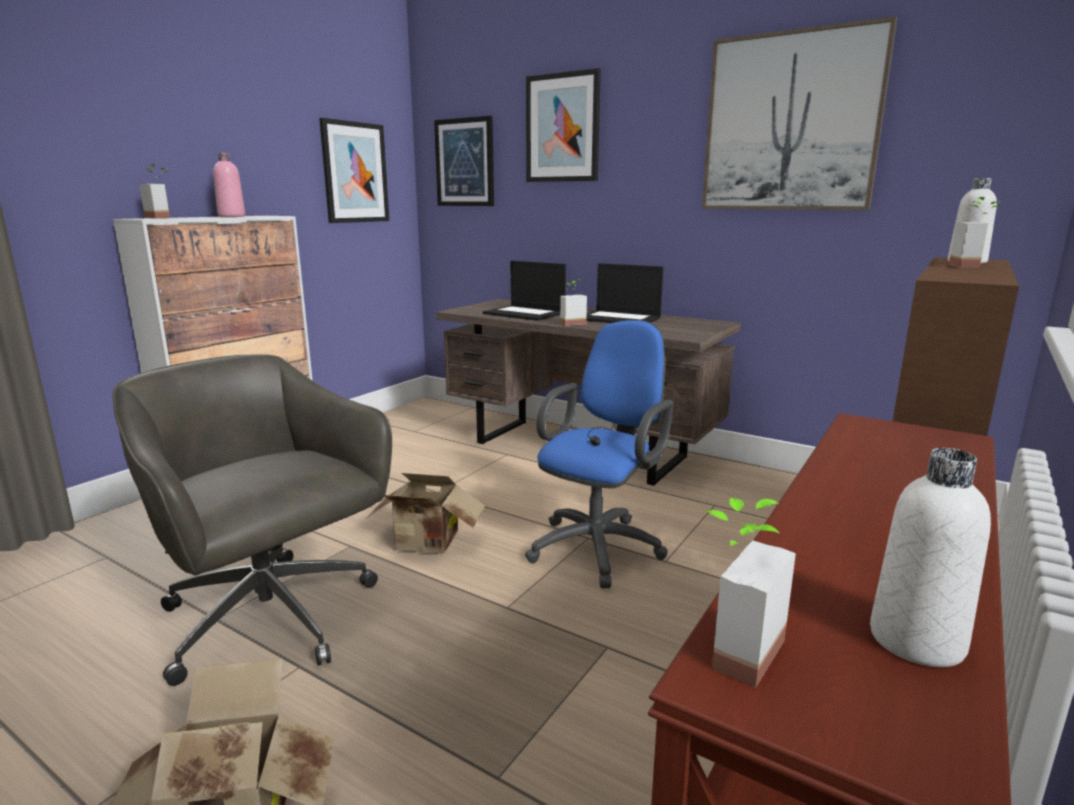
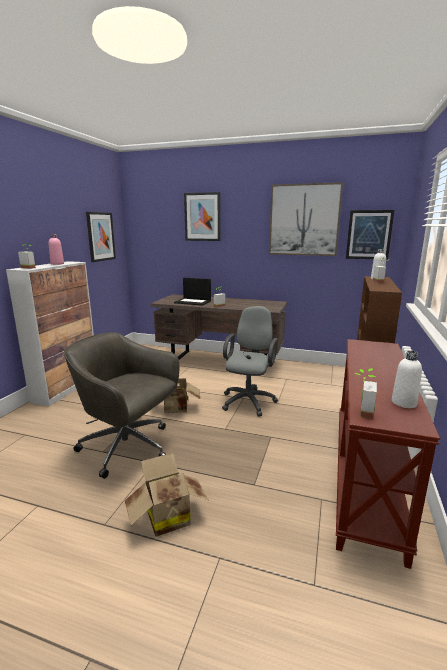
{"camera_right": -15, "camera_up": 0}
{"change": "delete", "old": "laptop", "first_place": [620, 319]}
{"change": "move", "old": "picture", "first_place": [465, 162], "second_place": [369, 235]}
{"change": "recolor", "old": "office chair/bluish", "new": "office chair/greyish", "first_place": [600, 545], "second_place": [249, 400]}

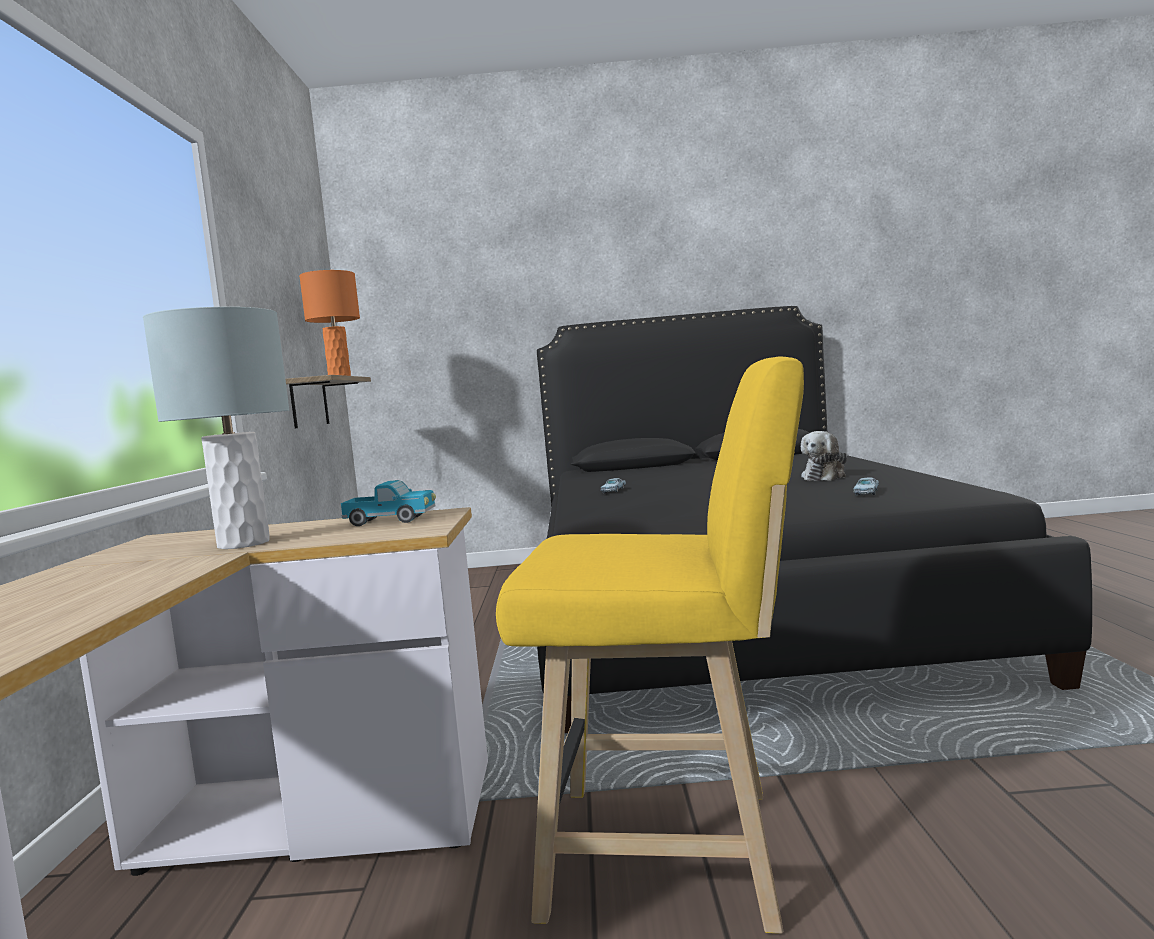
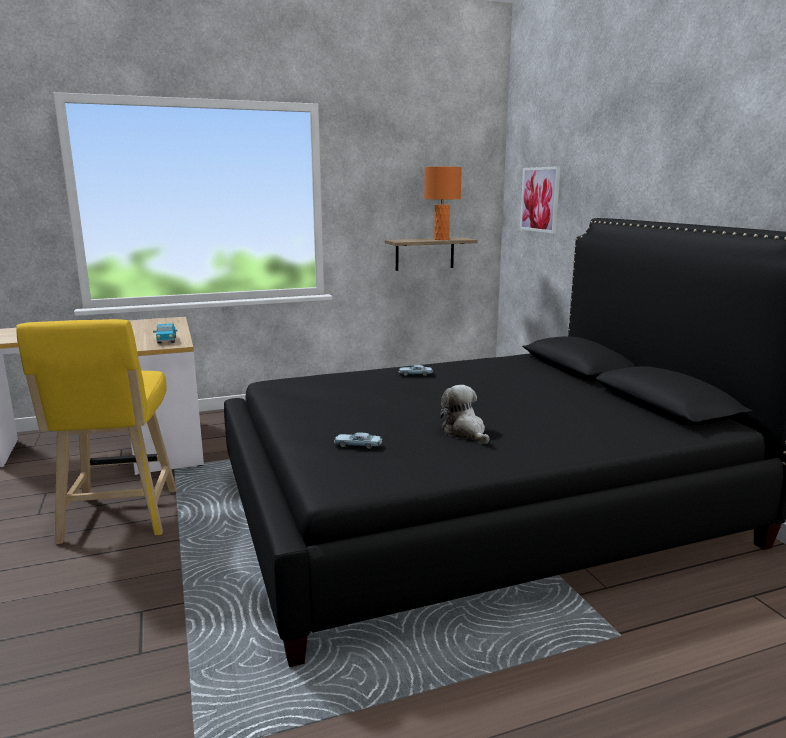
{"camera_right": 70, "camera_up": 10}
{"change": "delete", "old": "lamp for a table/greyish", "first_place": [244, 543]}
{"change": "insert", "new": "picture", "second_place": [540, 199]}
{"change": "rotate", "old": "cuddly toy", "first_place": [825, 477], "second_place": [465, 432], "degrees": 45}

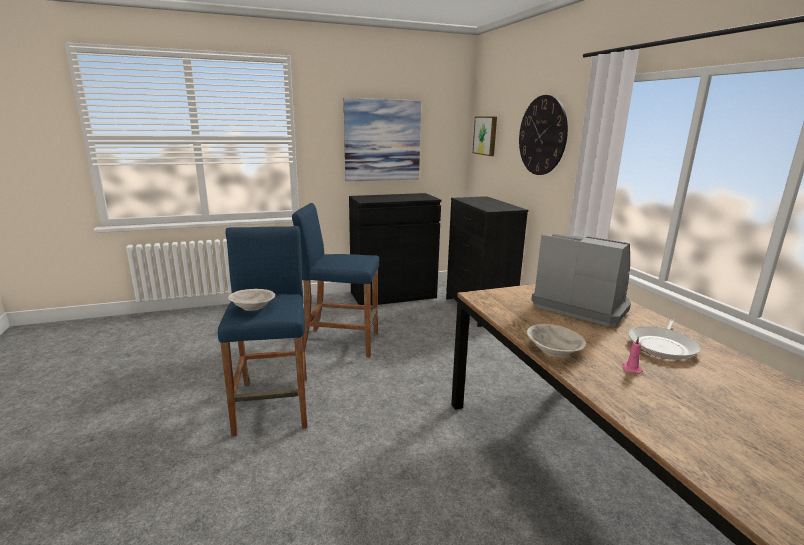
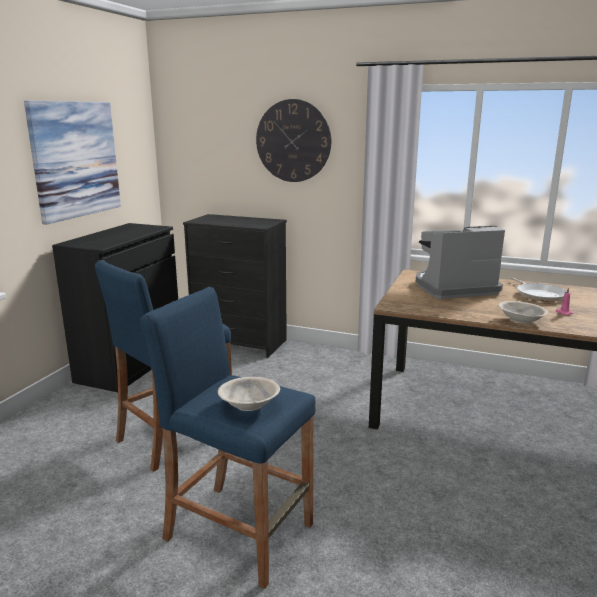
{"camera_right": -50, "camera_up": 0}
{"change": "delete", "old": "picture", "first_place": [486, 135]}

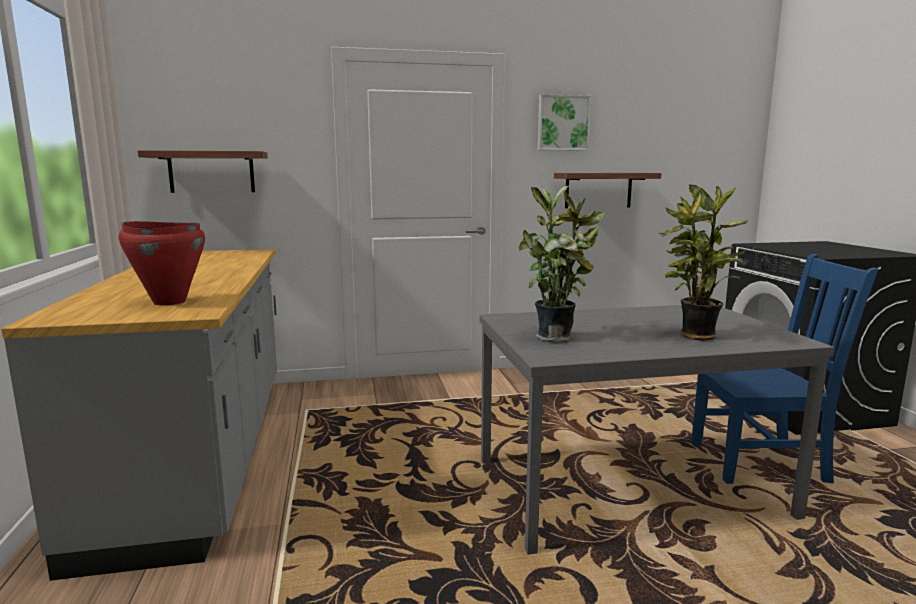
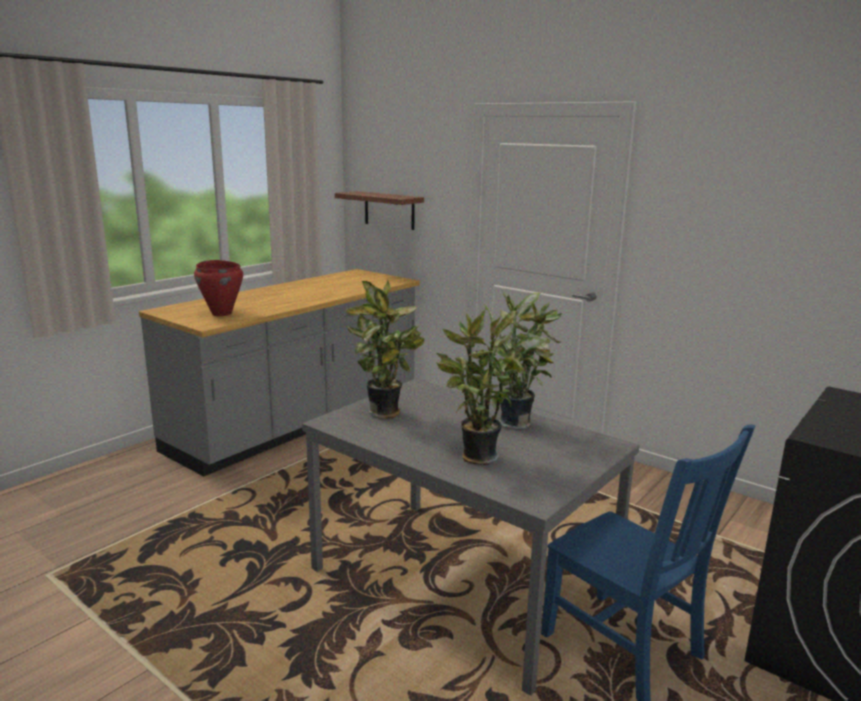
{"camera_right": 50, "camera_up": 5}
{"change": "delete", "old": "picture", "first_place": [563, 123]}
{"change": "delete", "old": "shelf", "first_place": [598, 190]}
{"change": "insert", "new": "houseplant", "second_place": [518, 423]}

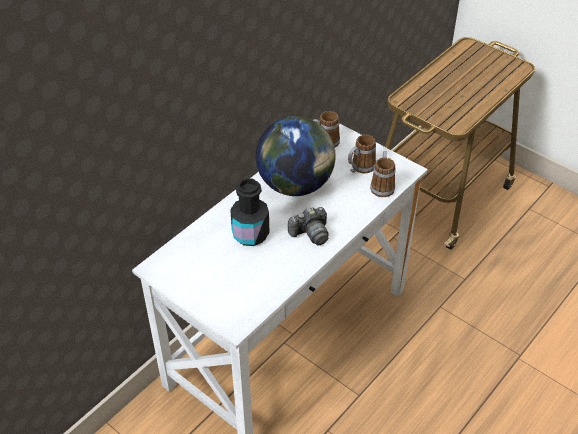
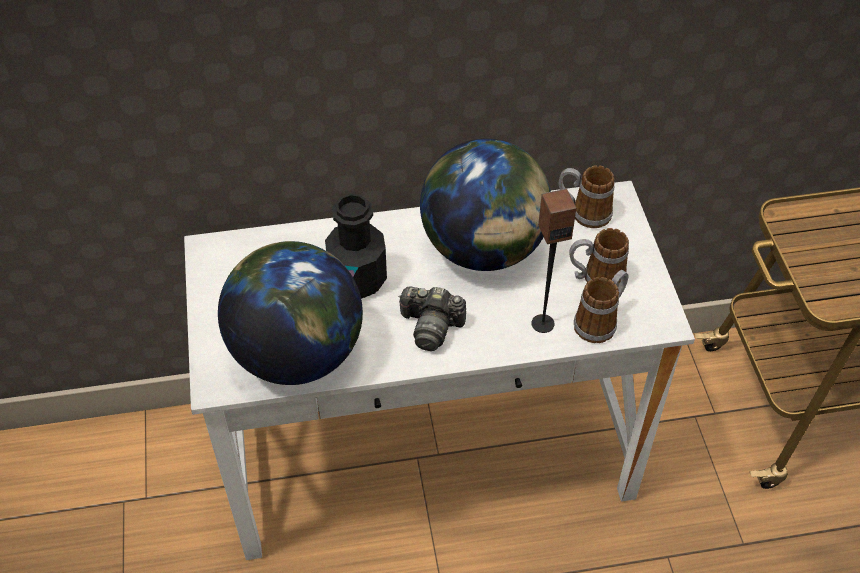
{"camera_right": 40, "camera_up": 5}
{"change": "insert", "new": "world globe", "second_place": [297, 353]}
{"change": "insert", "new": "loudspeaker", "second_place": [542, 323]}

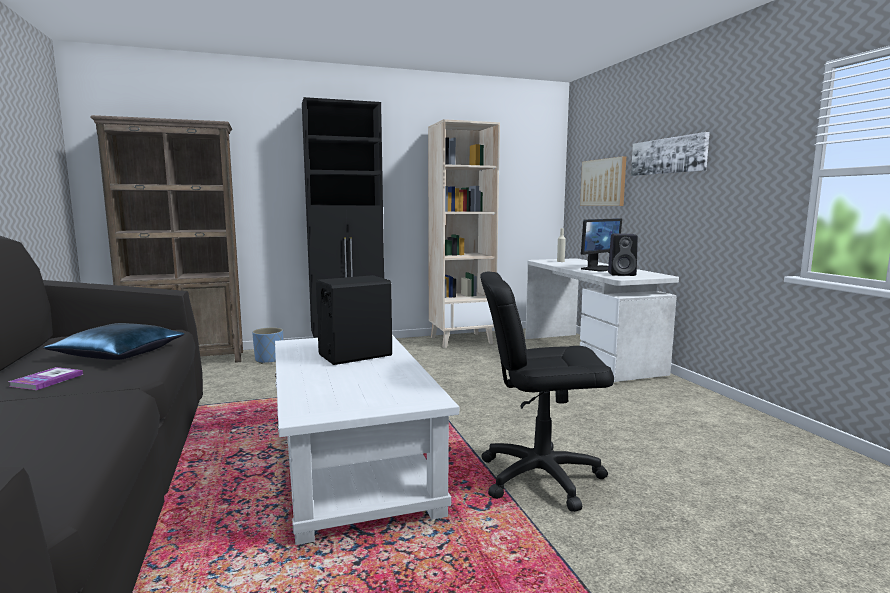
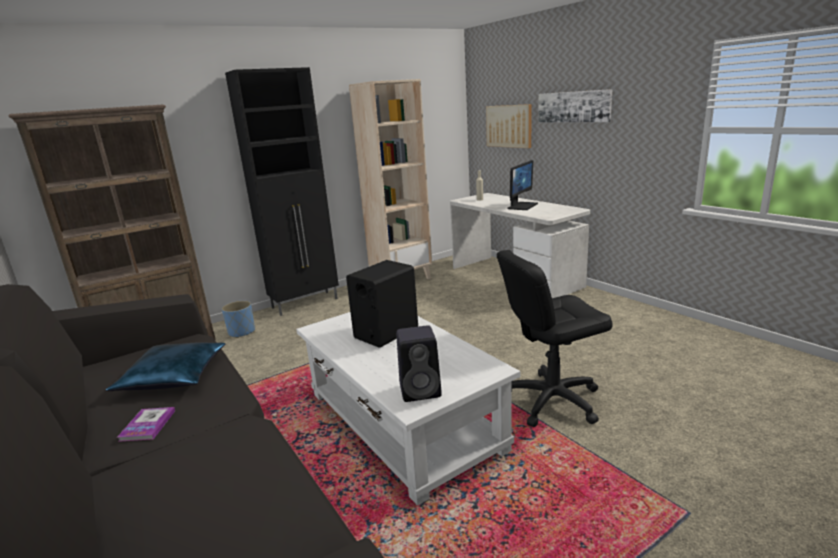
{"camera_right": -15, "camera_up": 10}
{"change": "move", "old": "loudspeaker/black", "first_place": [622, 274], "second_place": [421, 390]}

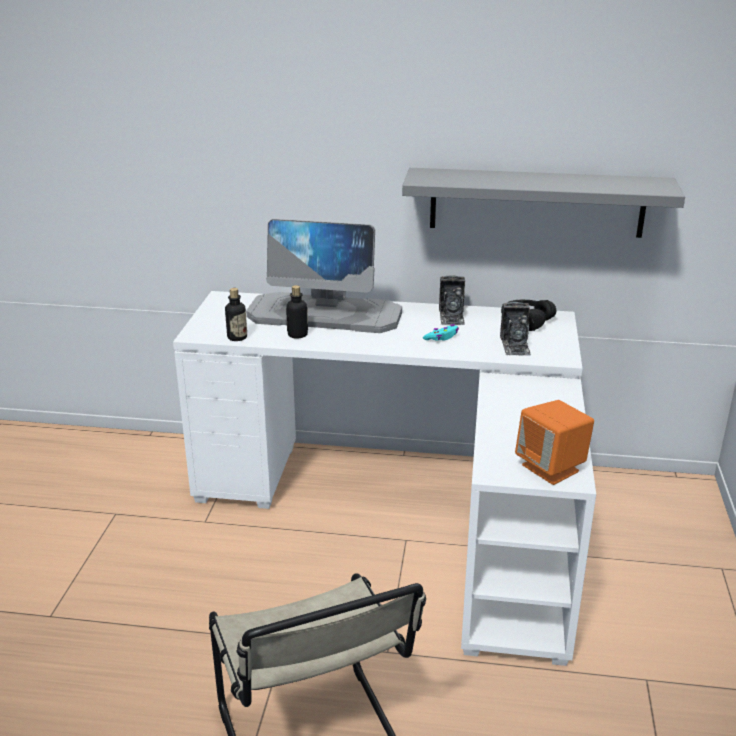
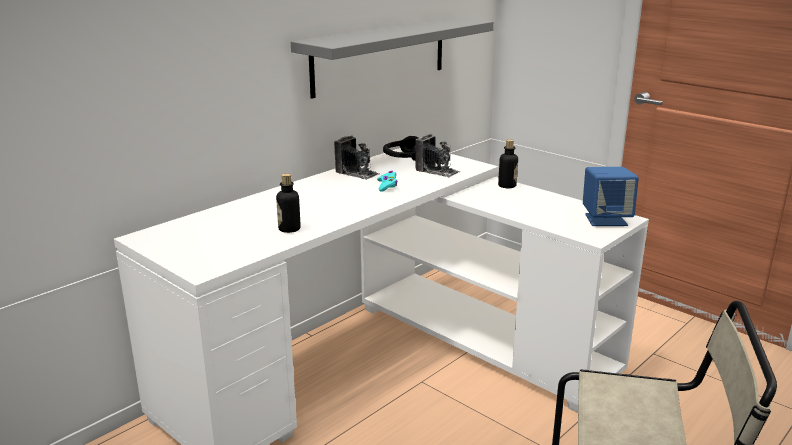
{"camera_right": -55, "camera_up": -5}
{"change": "delete", "old": "monitor", "first_place": [325, 314]}
{"change": "move", "old": "bottle", "first_place": [237, 337], "second_place": [507, 185]}
{"change": "recolor", "old": "loudspeaker/orange", "new": "loudspeaker/bluish", "first_place": [551, 468], "second_place": [606, 219]}

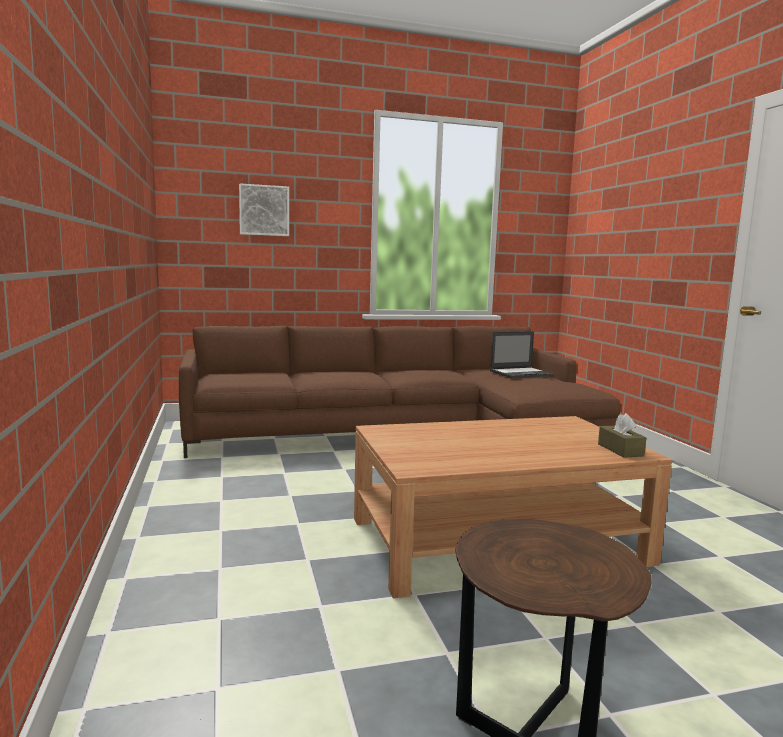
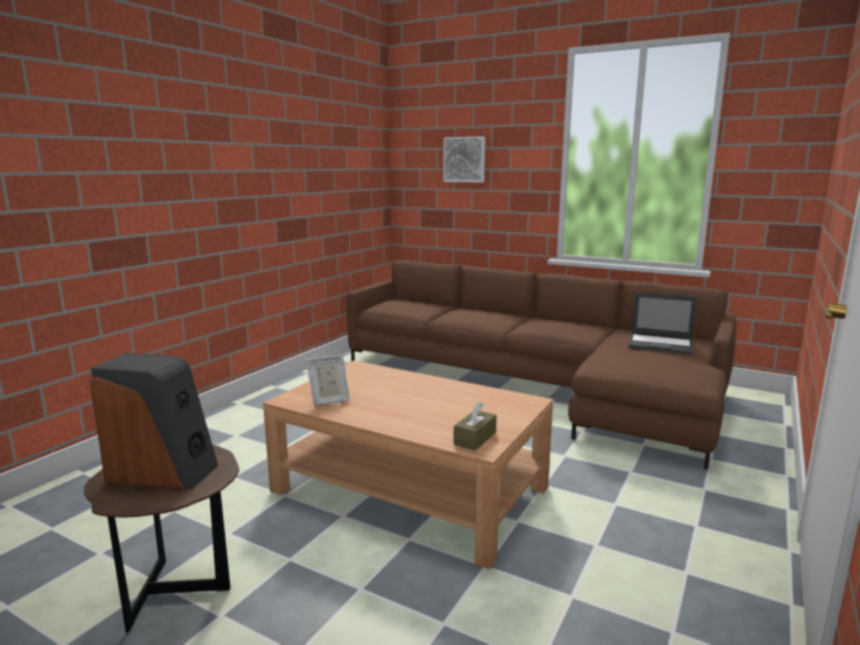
{"camera_right": 45, "camera_up": 5}
{"change": "insert", "new": "loudspeaker", "second_place": [163, 472]}
{"change": "insert", "new": "photo frame", "second_place": [328, 400]}

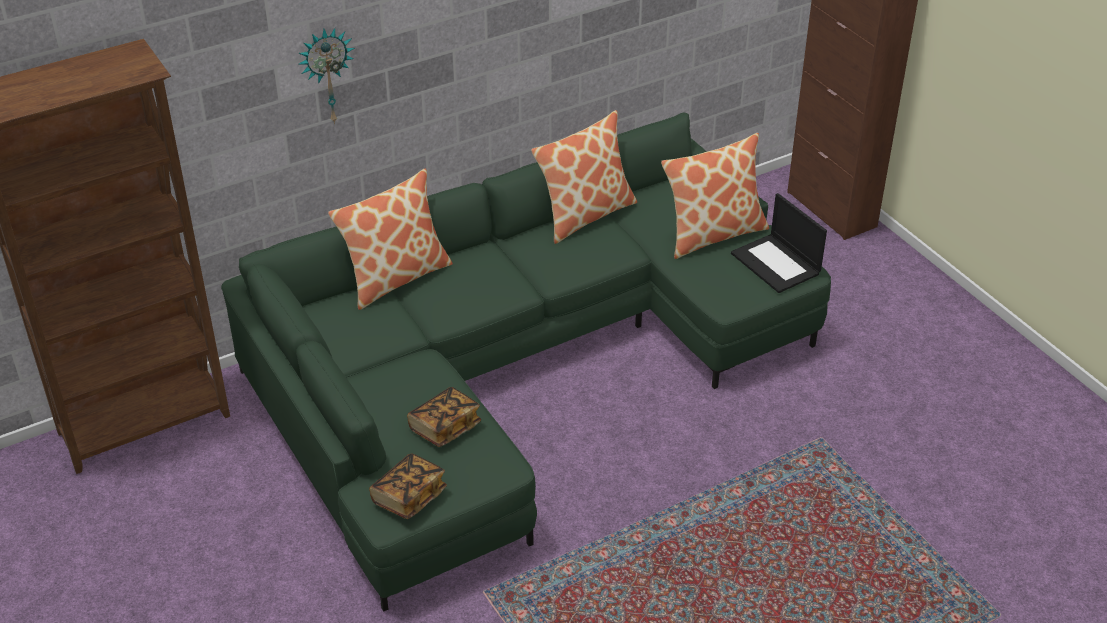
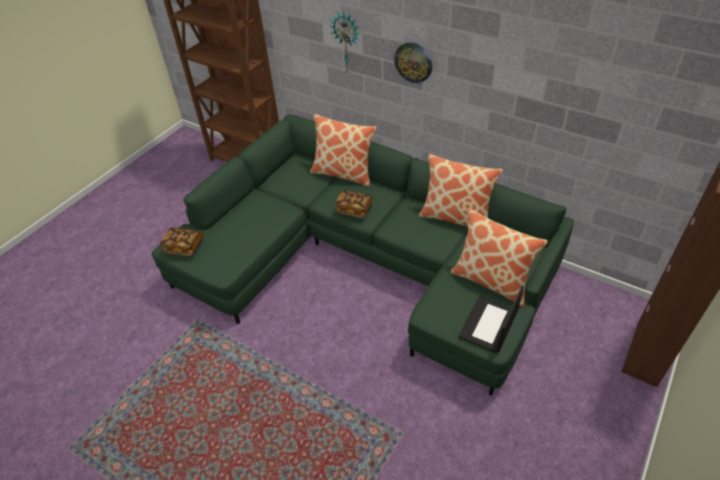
{"camera_right": 65, "camera_up": 5}
{"change": "insert", "new": "hanging clock", "second_place": [413, 62]}
{"change": "move", "old": "book", "first_place": [445, 427], "second_place": [354, 209]}

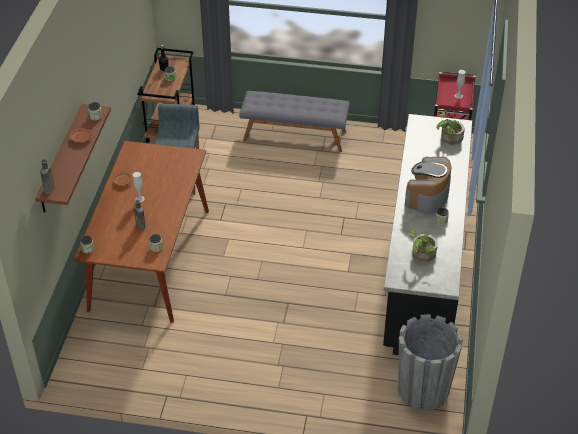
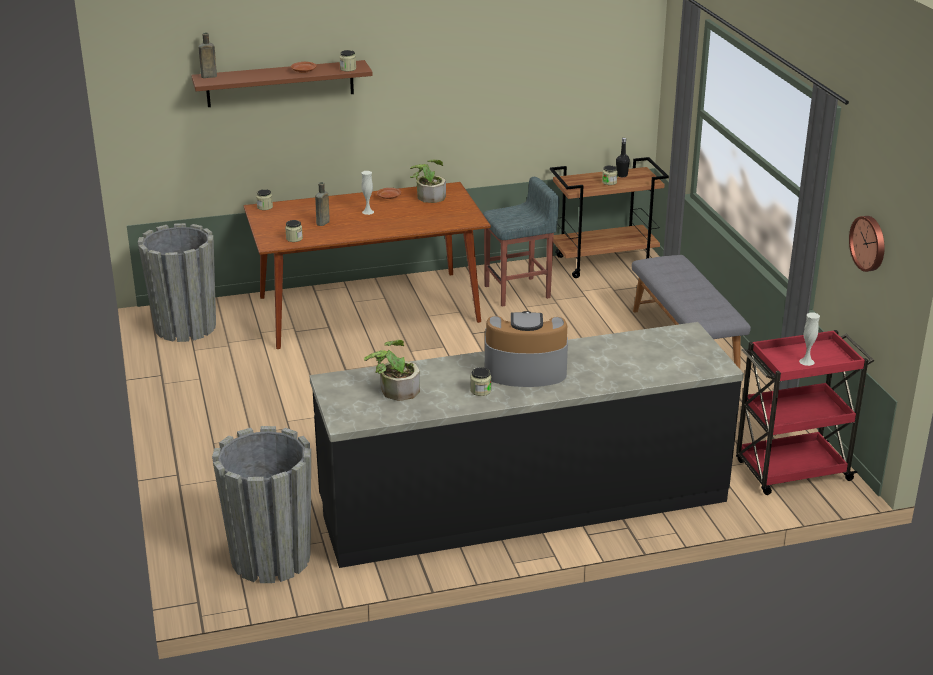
{"camera_right": 65, "camera_up": -15}
{"change": "insert", "new": "plant pot/greyish", "second_place": [185, 327]}
{"change": "insert", "new": "hanging clock", "second_place": [869, 243]}
{"change": "move", "old": "houseplant", "first_place": [448, 138], "second_place": [428, 196]}

